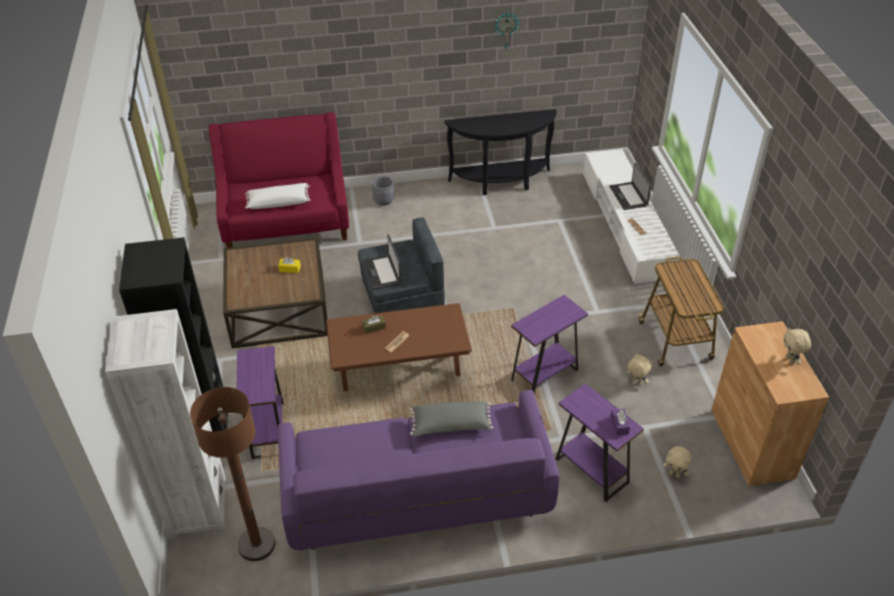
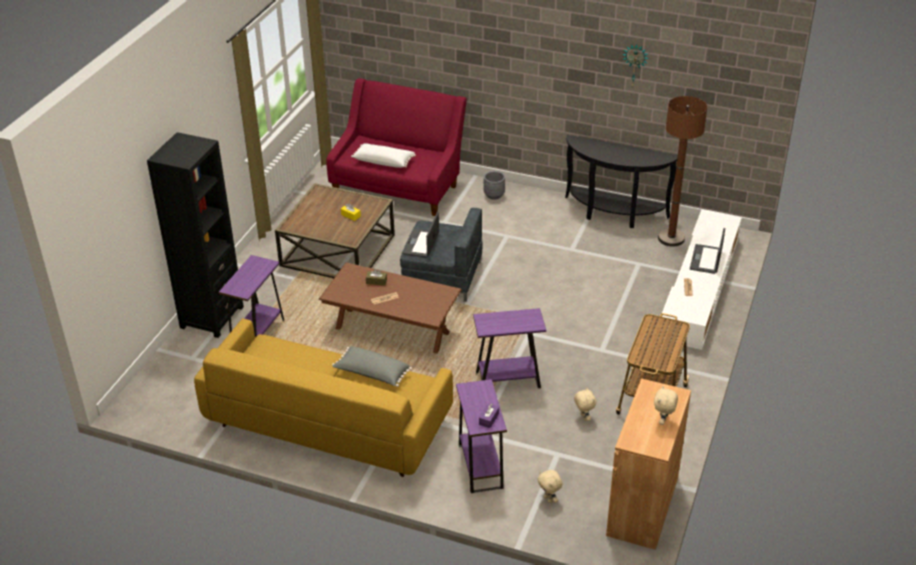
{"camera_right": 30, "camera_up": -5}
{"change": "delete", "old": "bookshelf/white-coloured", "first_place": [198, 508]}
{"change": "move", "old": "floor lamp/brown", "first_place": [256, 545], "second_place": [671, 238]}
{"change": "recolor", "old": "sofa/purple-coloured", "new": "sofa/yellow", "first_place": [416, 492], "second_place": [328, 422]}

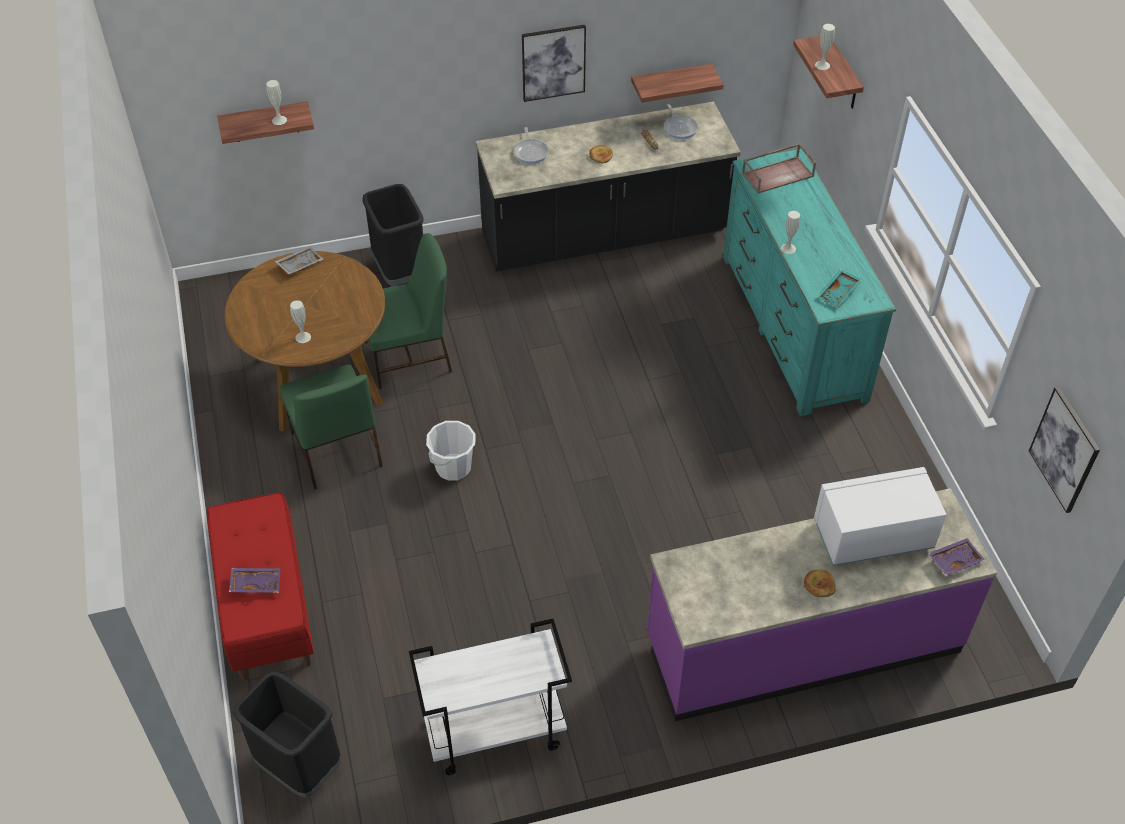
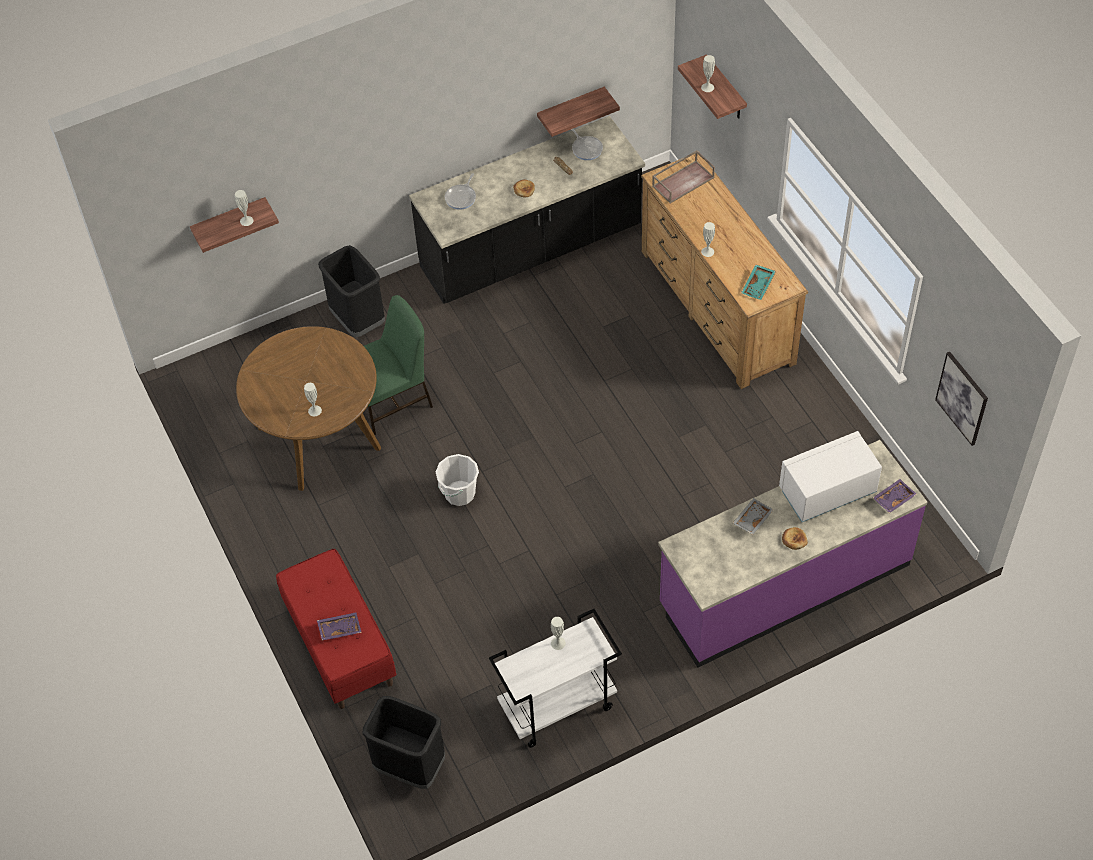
{"camera_right": -10, "camera_up": 5}
{"change": "delete", "old": "upright chair/greenish", "first_place": [336, 451]}
{"change": "delete", "old": "picture", "first_place": [553, 62]}
{"change": "insert", "new": "flower vase/white-coloured", "second_place": [558, 643]}
{"change": "move", "old": "carrying tray/greyish", "first_place": [299, 264], "second_place": [751, 519]}
{"change": "recolor", "old": "dresser/blue-green", "new": "dresser/brown", "first_place": [793, 326], "second_place": [717, 307]}
{"change": "rotate", "old": "frying pan", "first_place": [531, 152], "second_place": [461, 197], "degrees": 45}

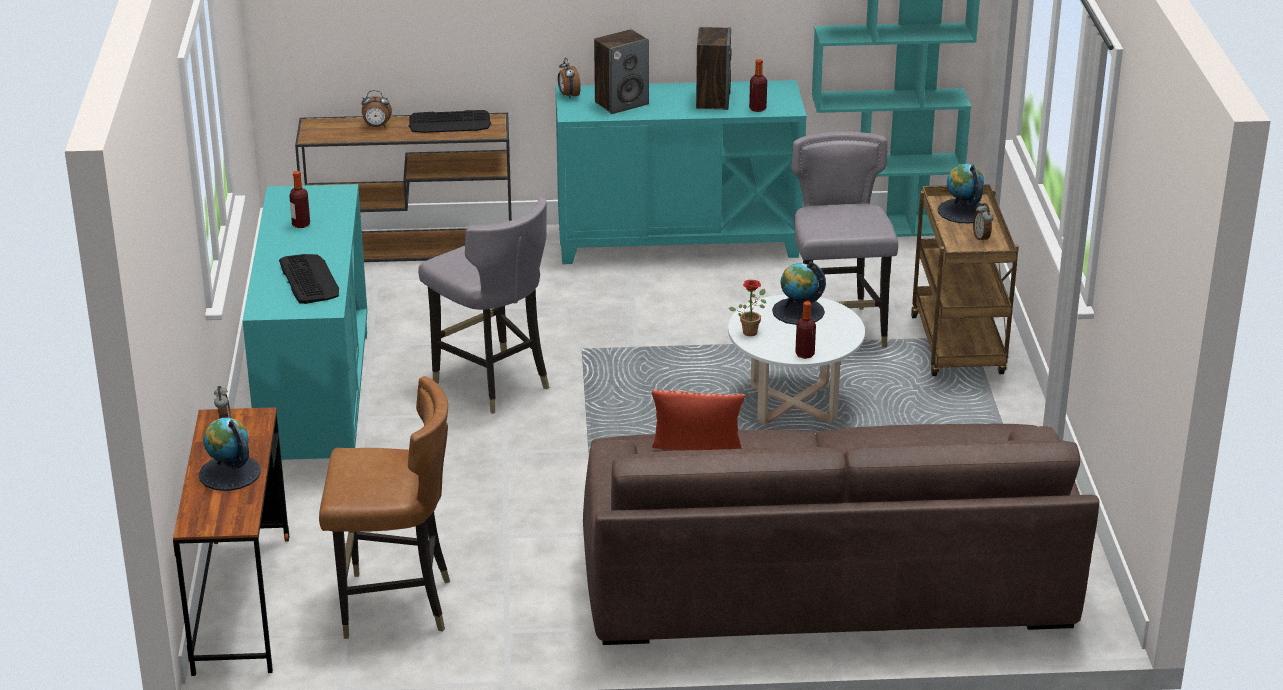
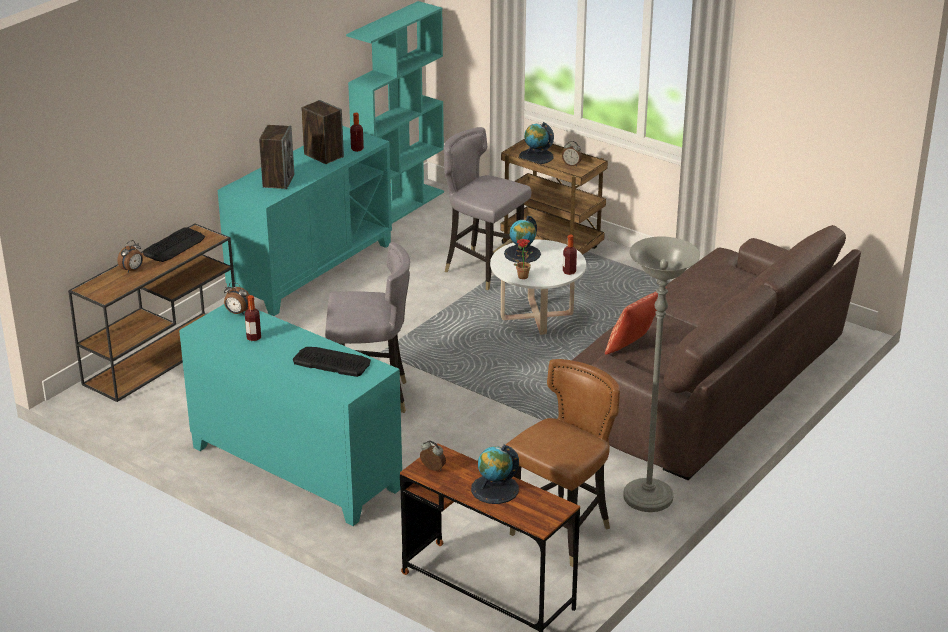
{"camera_right": -50, "camera_up": 0}
{"change": "insert", "new": "floor lamp/greyish", "second_place": [648, 498]}
{"change": "move", "old": "table clock", "first_place": [568, 95], "second_place": [237, 313]}

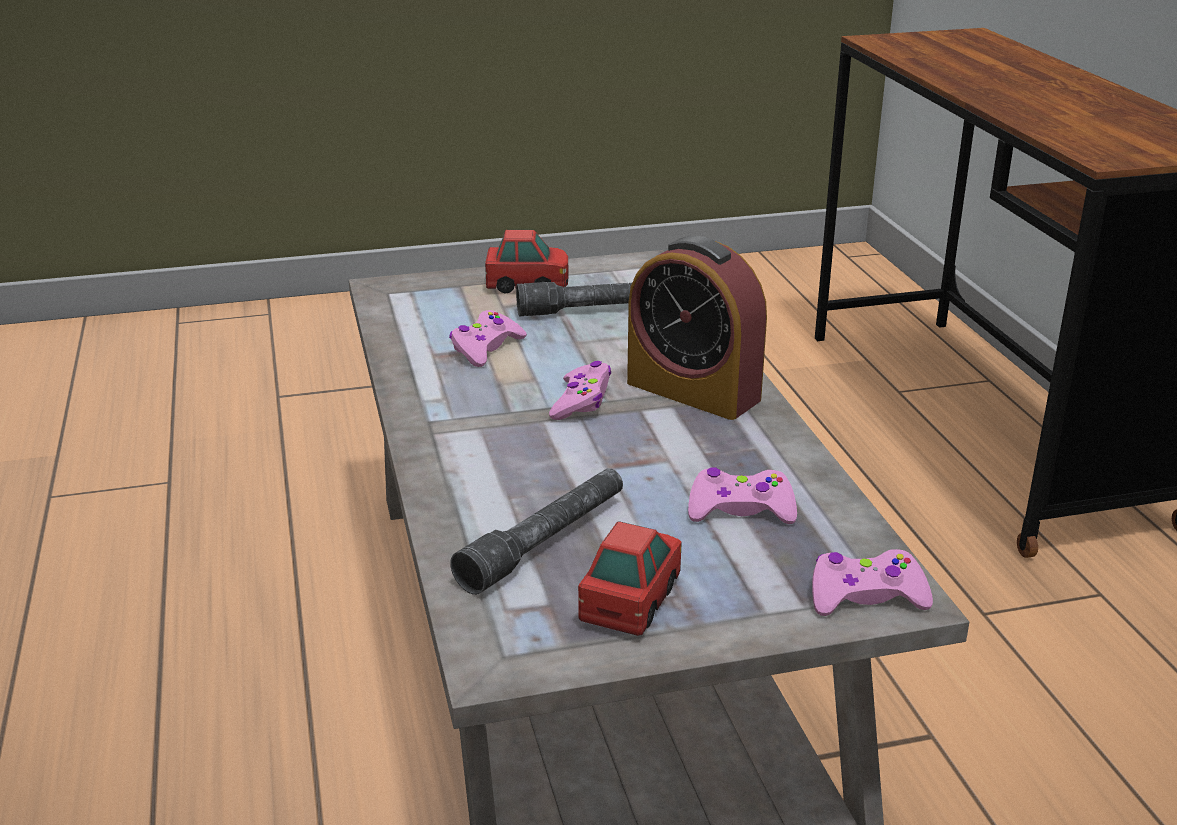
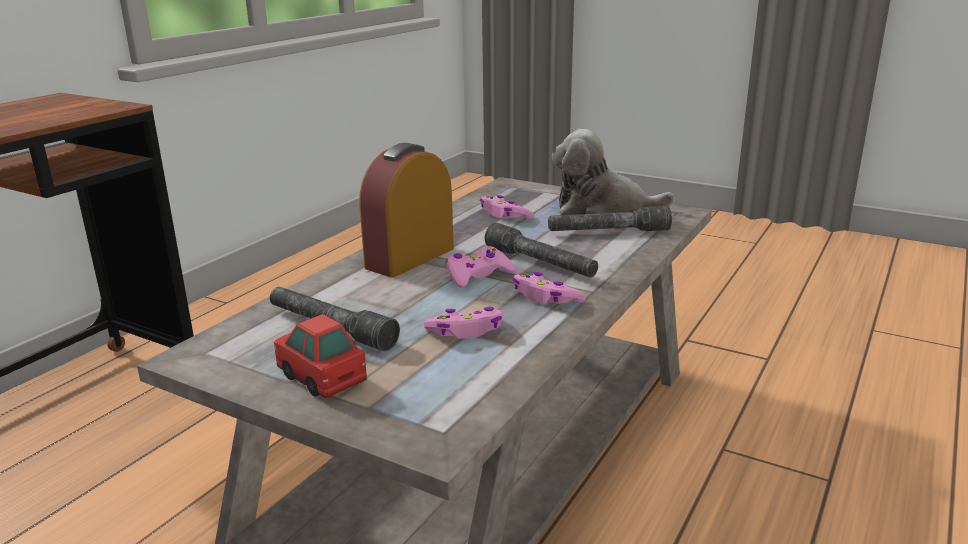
{"camera_right": -135, "camera_up": -5}
{"change": "insert", "new": "torch/greyish", "second_place": [540, 263]}
{"change": "move", "old": "gamepad/pinkish", "first_place": [865, 596], "second_place": [546, 298]}
{"change": "replace", "old": "toy car", "new": "cuddly toy", "first_place": [632, 600], "second_place": [602, 209]}
{"change": "rotate", "old": "table clock", "first_place": [693, 391], "second_place": [410, 258], "degrees": -135}

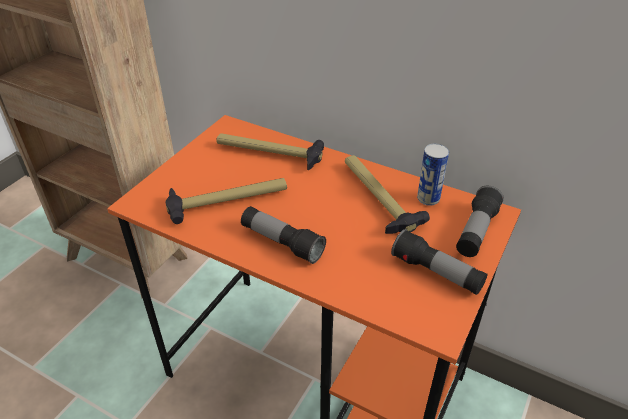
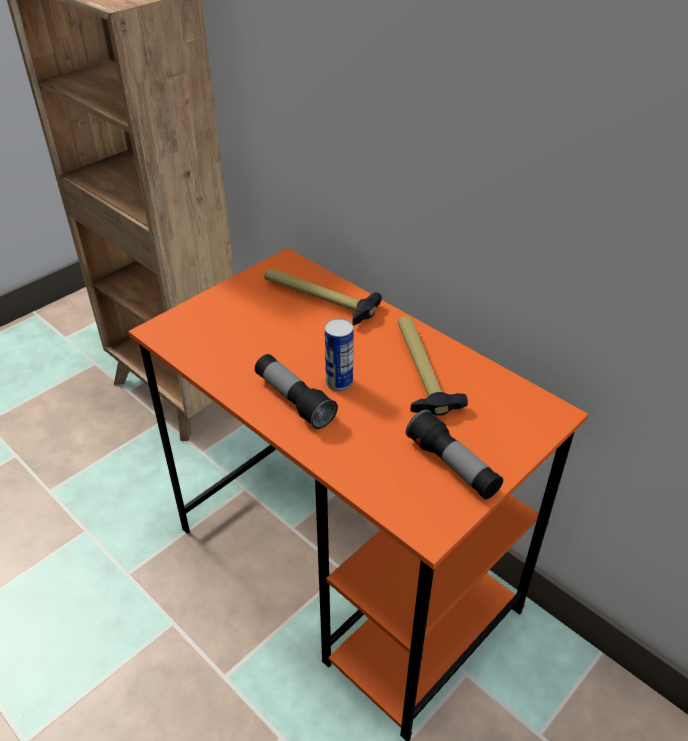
{"camera_right": 15, "camera_up": 0}
{"change": "delete", "old": "hammer", "first_place": [228, 201]}
{"change": "delete", "old": "torch", "first_place": [476, 231]}
{"change": "move", "old": "metal can", "first_place": [428, 198], "second_place": [339, 382]}

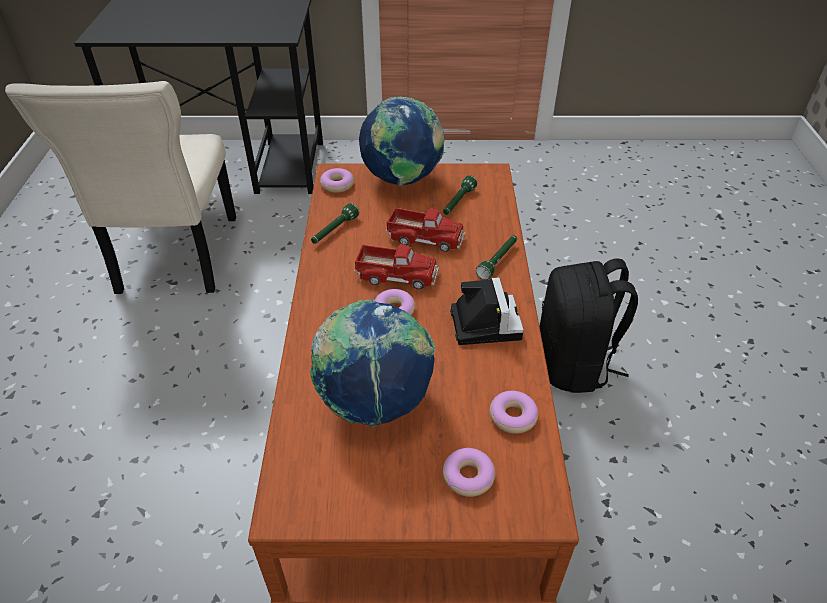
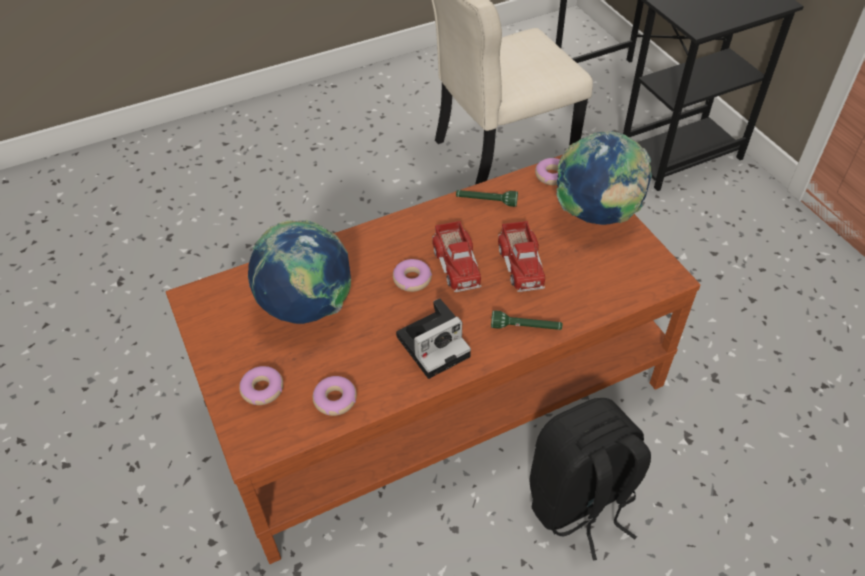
{"camera_right": 65, "camera_up": 5}
{"change": "delete", "old": "torch/greenish", "first_place": [458, 202]}

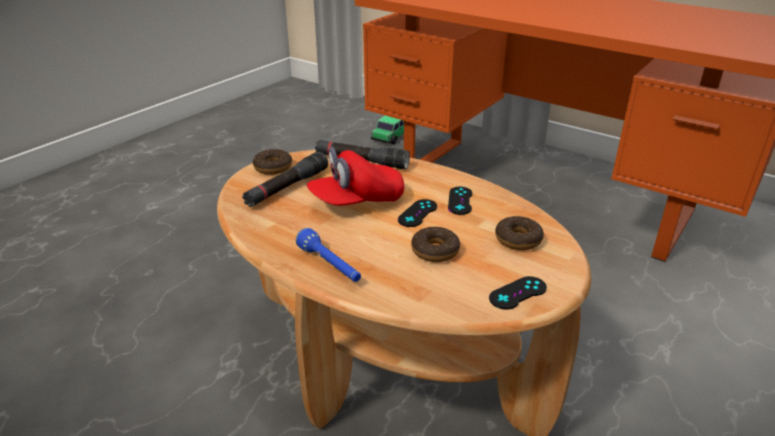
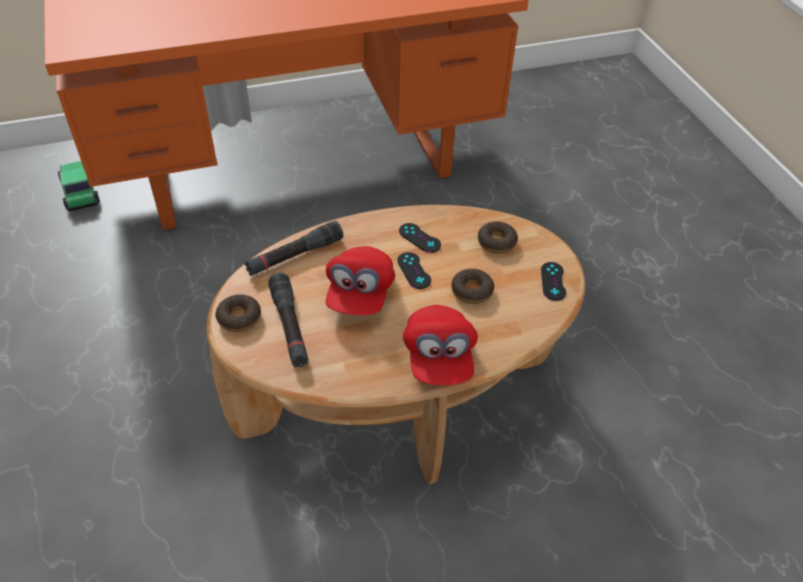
{"camera_right": -55, "camera_up": 15}
{"change": "replace", "old": "torch/bluish", "new": "cap/reddish", "first_place": [330, 265], "second_place": [438, 358]}

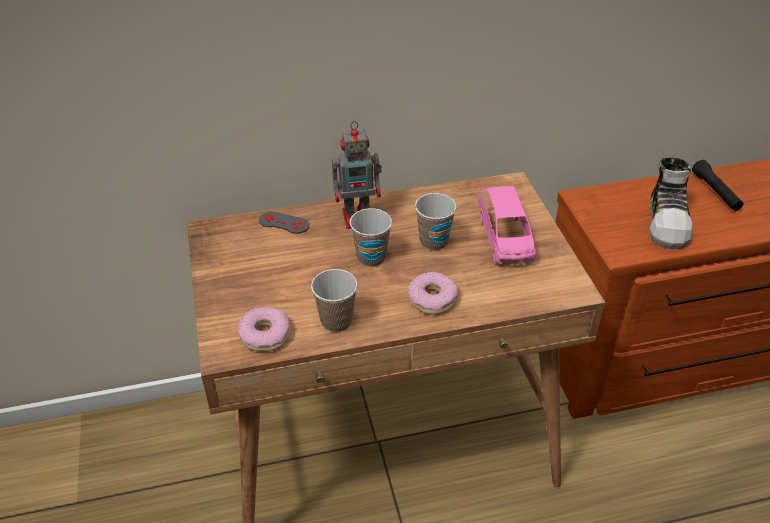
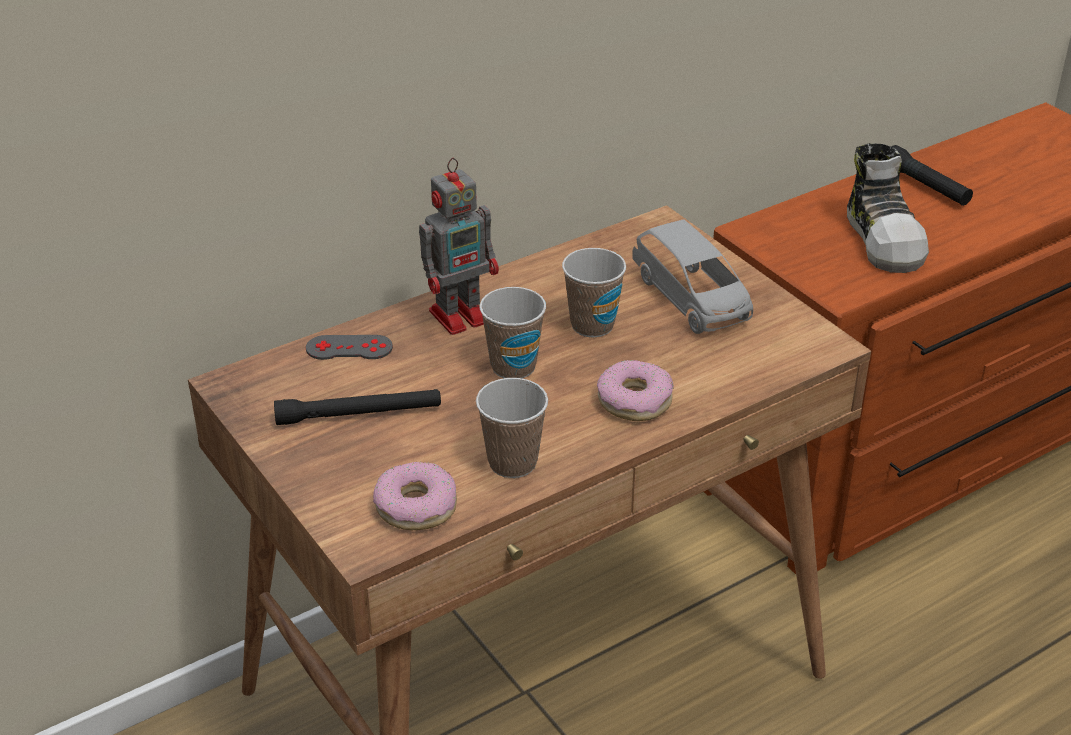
{"camera_right": -20, "camera_up": -5}
{"change": "insert", "new": "torch/black", "second_place": [359, 415]}
{"change": "recolor", "old": "toy car/pinkish", "new": "toy car/greyish", "first_place": [505, 238], "second_place": [691, 299]}

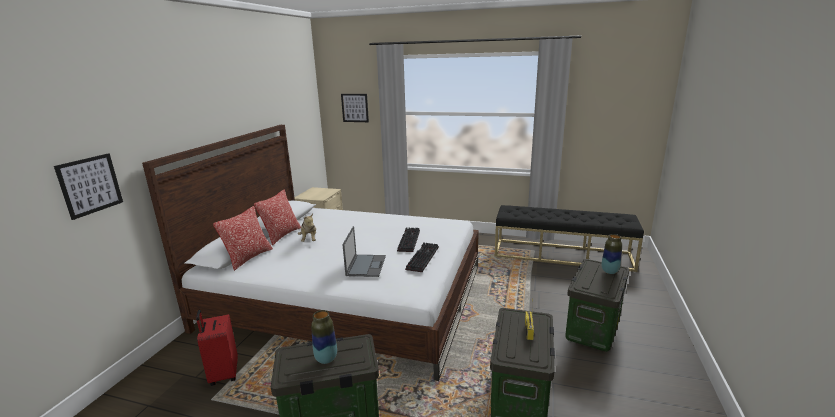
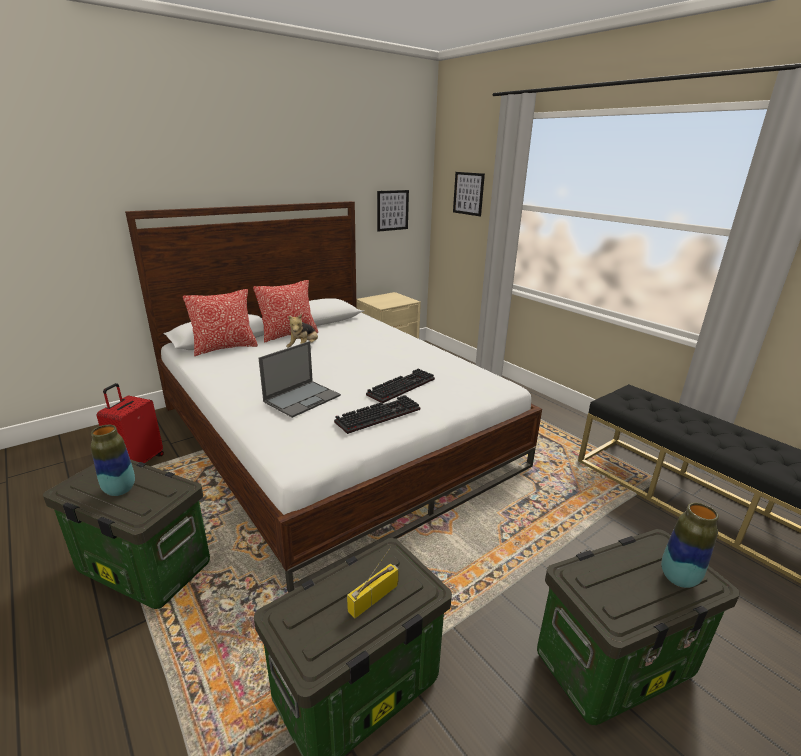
{"camera_right": 35, "camera_up": 5}
{"change": "move", "old": "picture", "first_place": [90, 185], "second_place": [392, 210]}

